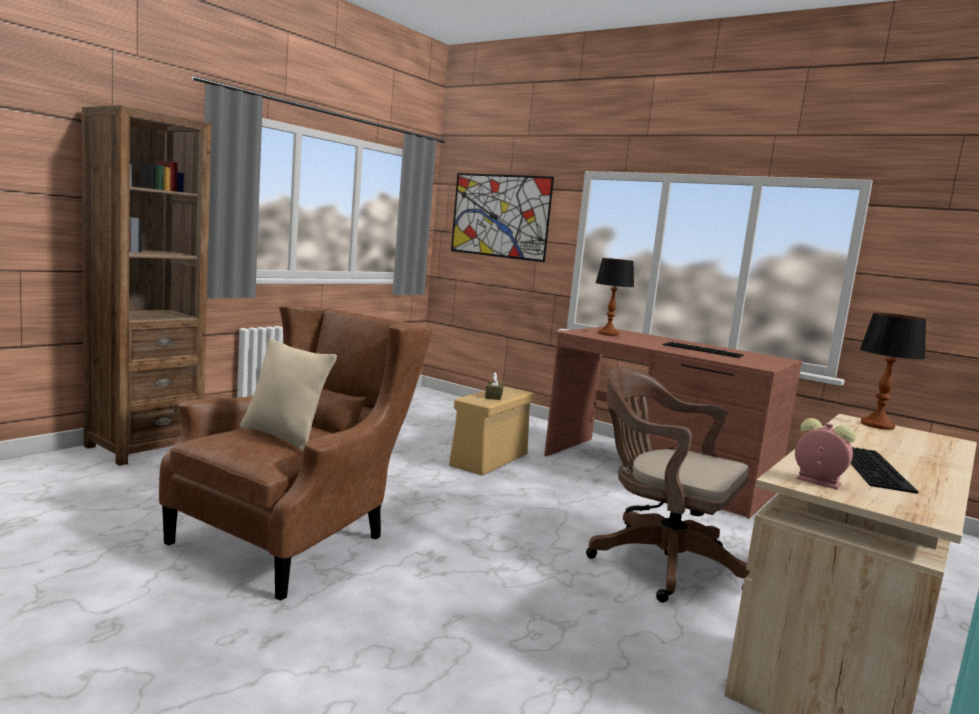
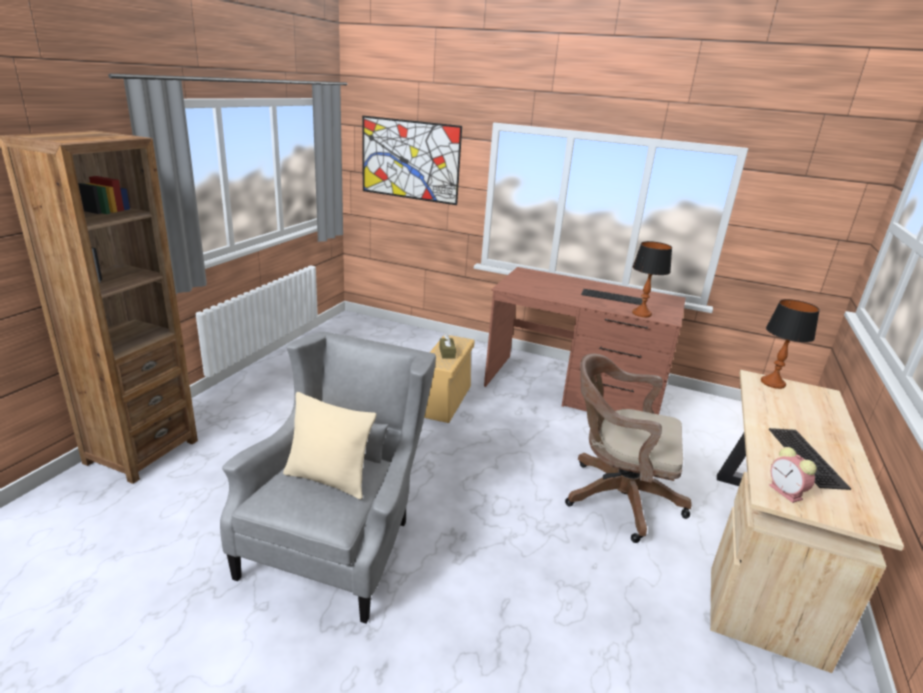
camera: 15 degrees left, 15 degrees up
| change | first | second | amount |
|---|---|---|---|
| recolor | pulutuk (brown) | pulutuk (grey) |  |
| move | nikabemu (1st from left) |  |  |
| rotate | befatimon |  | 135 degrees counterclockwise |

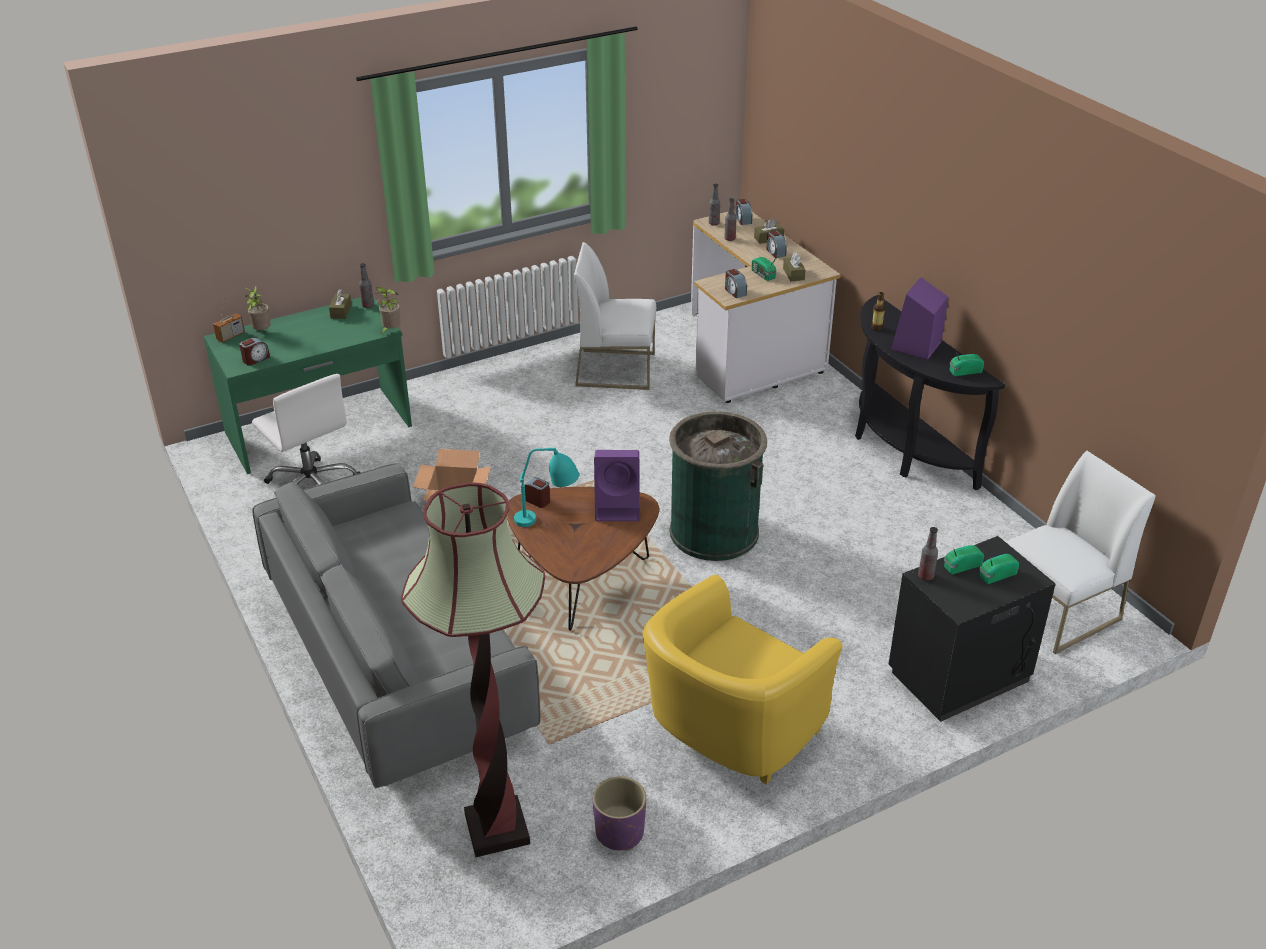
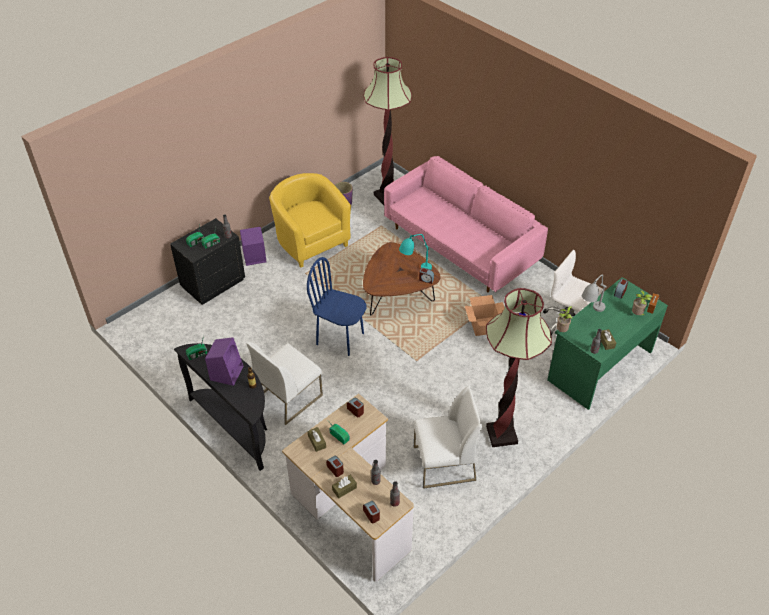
camera: 165 degrees right, 10 degrees up
| change | first | second | amount |
|---|---|---|---|
| move | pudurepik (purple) (1st from left in the first image) | pudurepik (purple) (2nd from left) |  |
| move | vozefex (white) (2nd from left in the first image) | vozefex (white) (1st from left) |  |
| rotate | pulutuk (yellow) |  | 60 degrees counterclockwise |
| replace | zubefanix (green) | vozefex (blue) |  |
| recolor | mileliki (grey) | mileliki (pink) |  |
| insert |  | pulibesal (2nd from left) |  |
| insert |  | nikabemu (grey) |  |

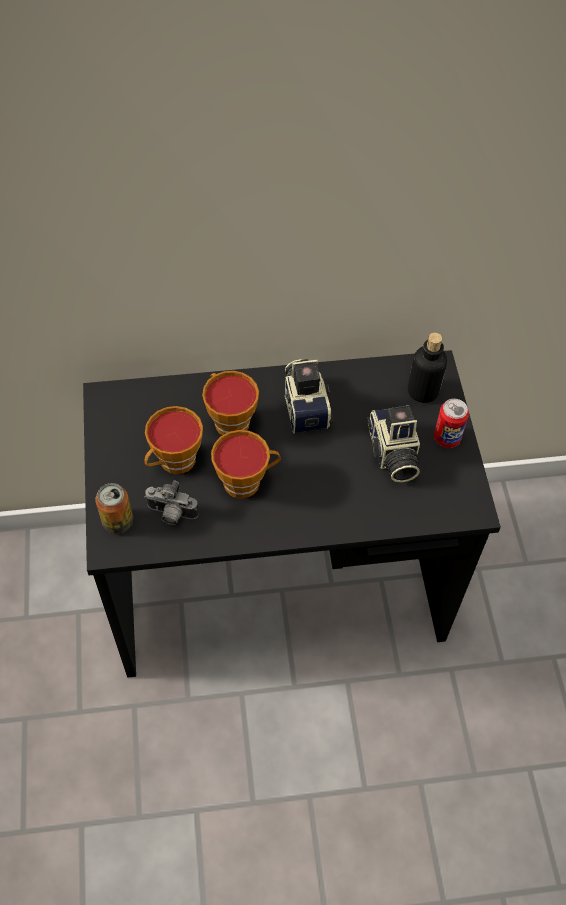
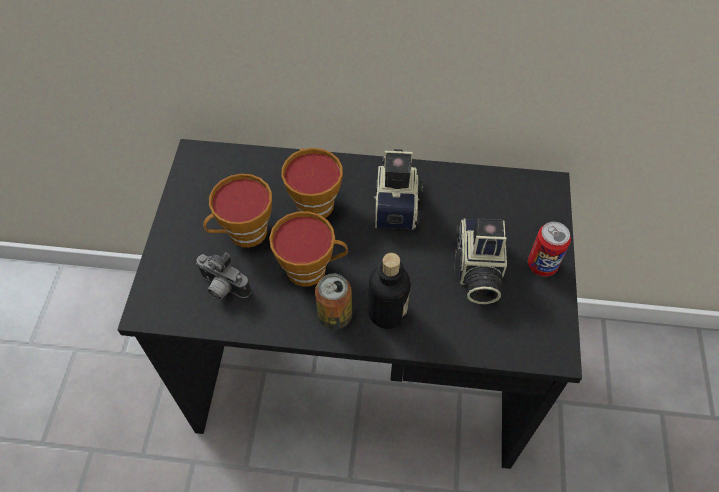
camera: 15 degrees right, 0 degrees up
| change | first | second | amount |
|---|---|---|---|
| move | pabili (1st from left) |  |  |
| move | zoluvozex |  |  |

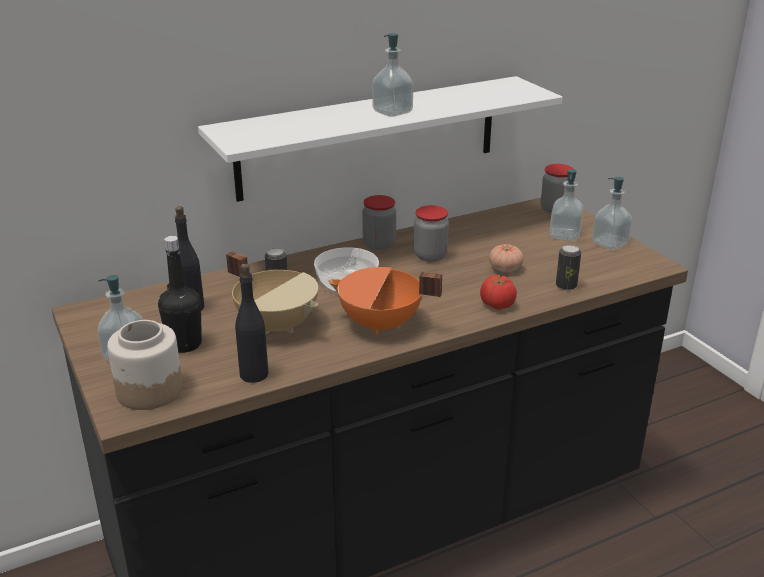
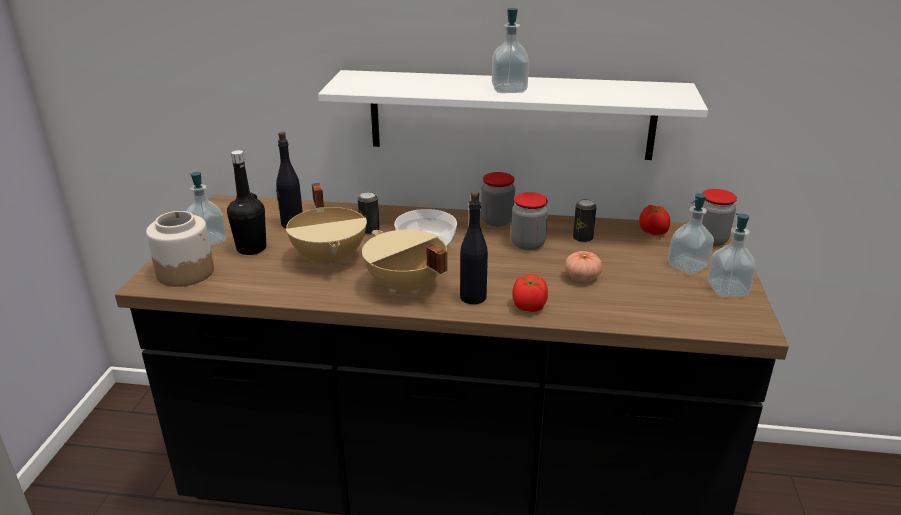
camera: 35 degrees right, 0 degrees up
| change | first | second | amount |
|---|---|---|---|
| recolor | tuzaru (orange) | tuzaru (beige) (2nd from left) |  |
| move | zoluvozex (black) (3rd from left) |  |  |
| move | pabili (2nd from left) |  |  |
| insert |  | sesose (3rd from left) |  |

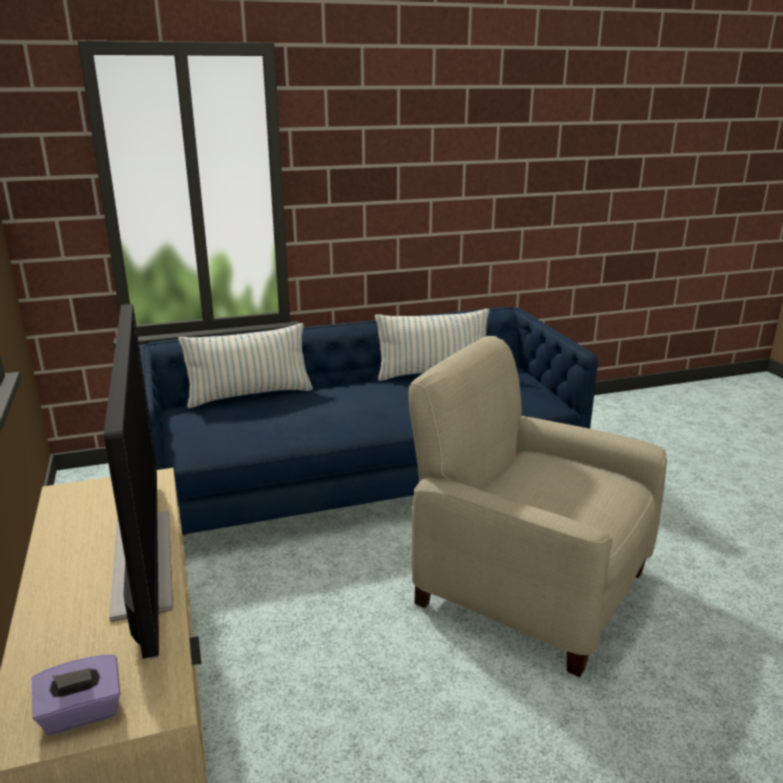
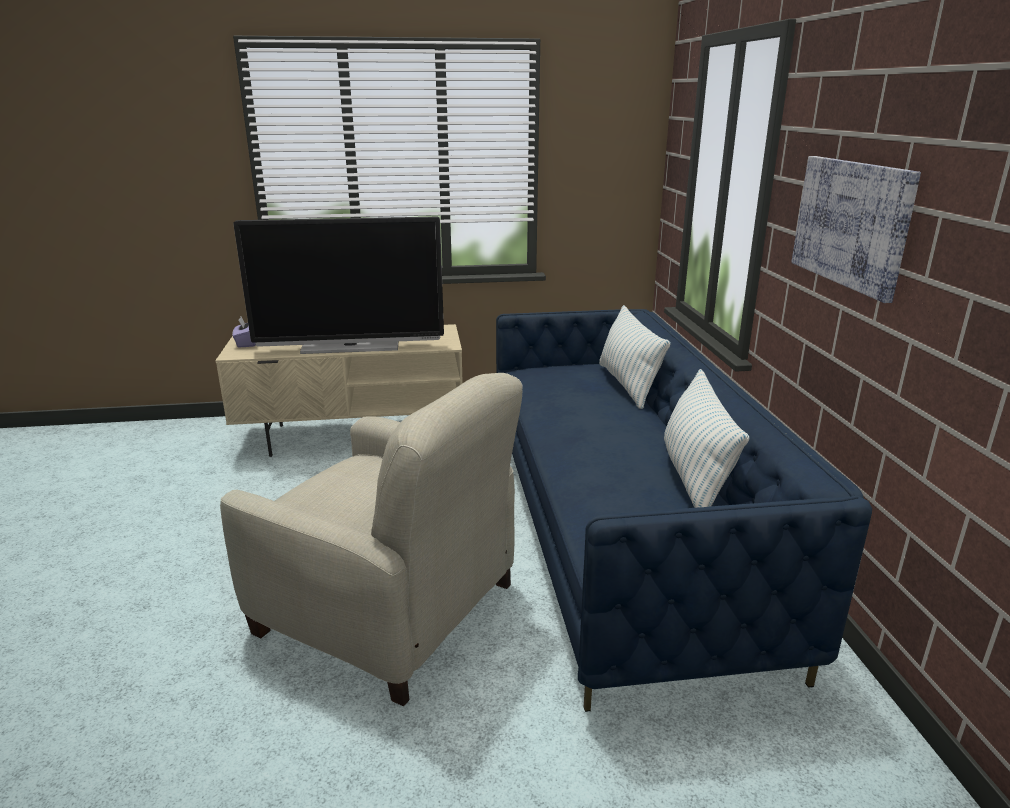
camera: 100 degrees right, 0 degrees up
| change | first | second | amount |
|---|---|---|---|
| rotate | pulutuk (beige) |  | 75 degrees clockwise |
| insert |  | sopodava |  |

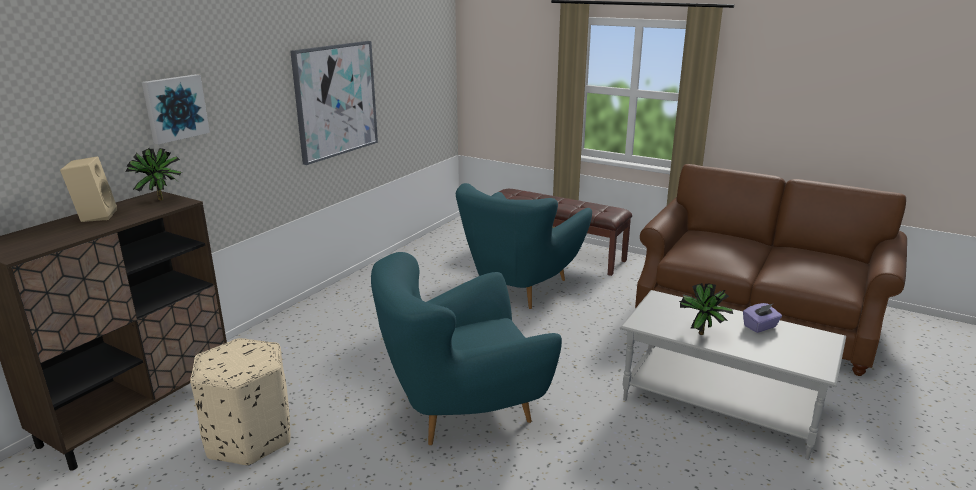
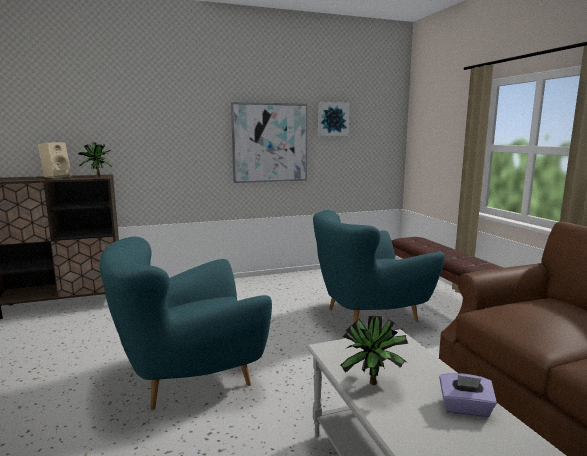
camera: 40 degrees right, 10 degrees down
| change | first | second | amount |
|---|---|---|---|
| rotate | pulutuk (turquoise) (1st from left) |  | 45 degrees counterclockwise |
| move | sopodava (1st from left in the first image) | sopodava (2nd from left) |  |
| delete | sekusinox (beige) |  |  |

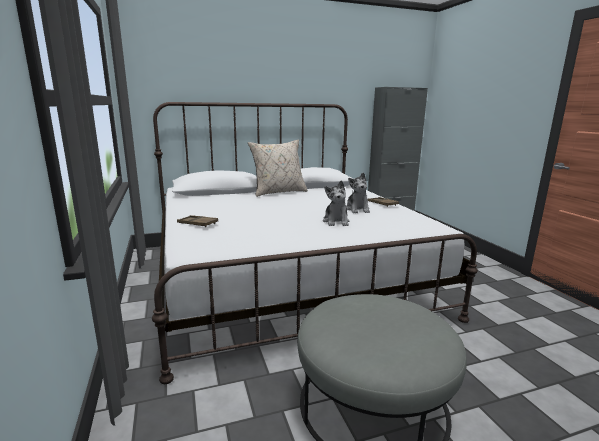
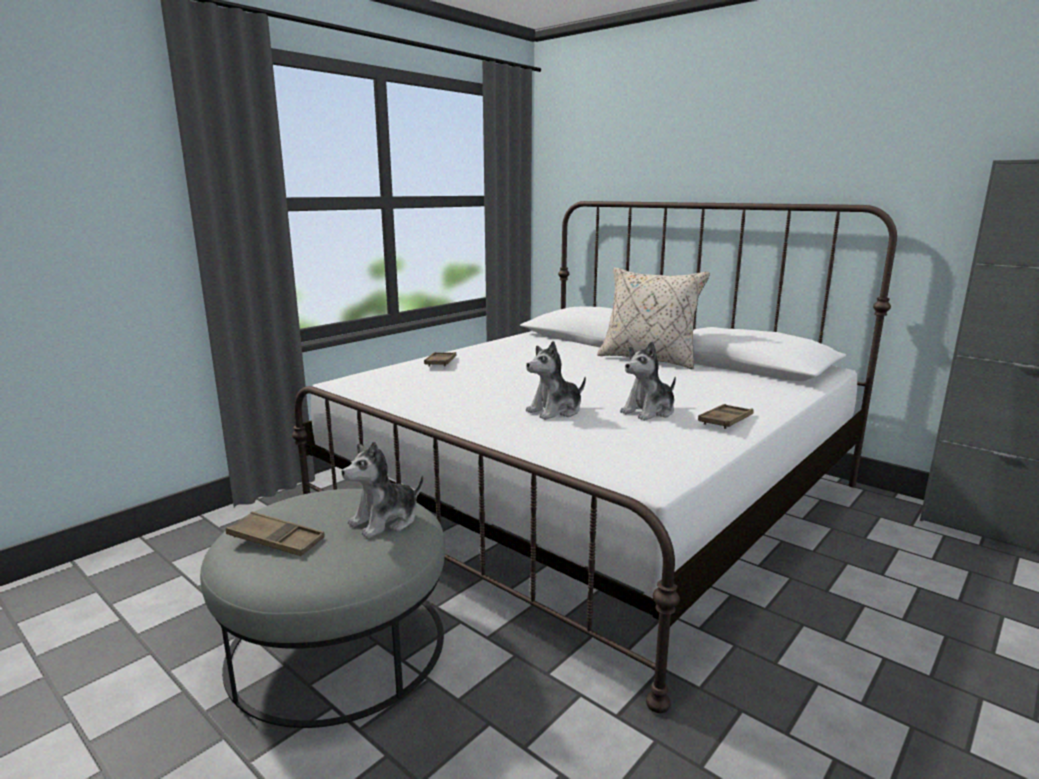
camera: 60 degrees right, 0 degrees up
| change | first | second | amount |
|---|---|---|---|
| insert |  | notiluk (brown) (1st from left) |  |
| insert |  | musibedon (1st from left) |  |

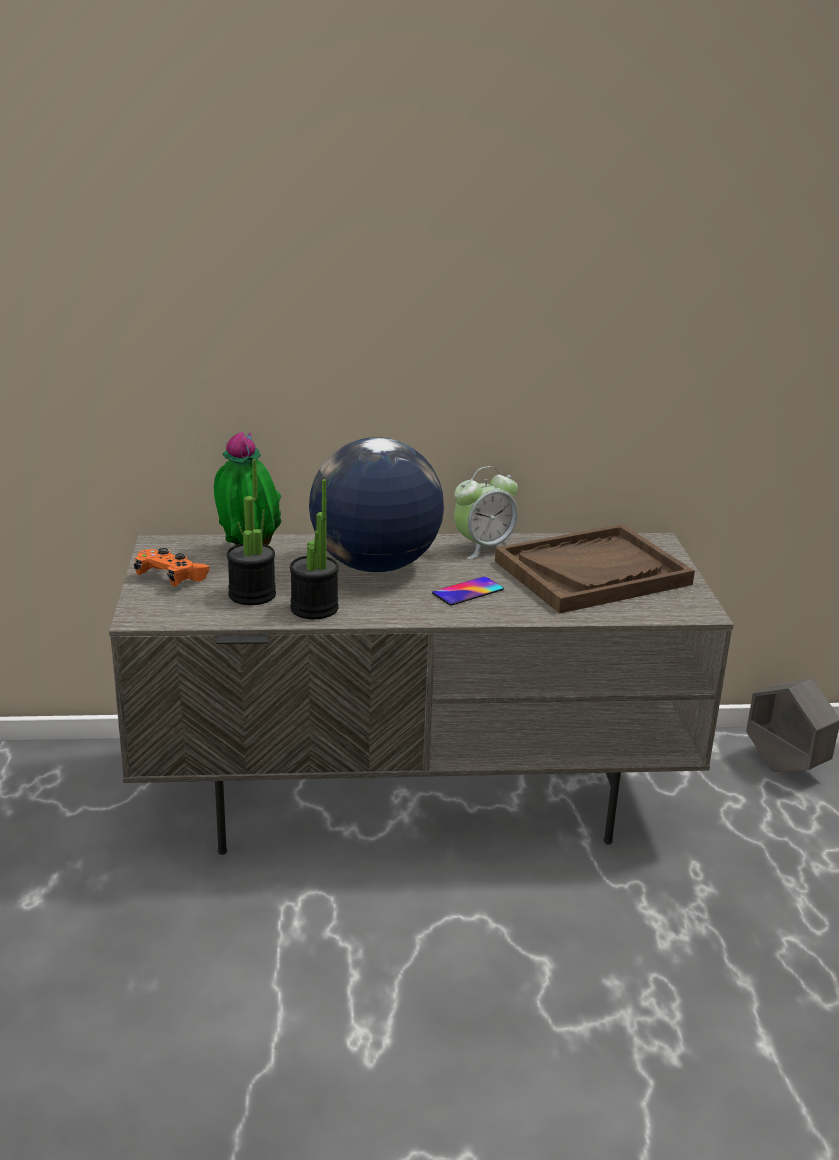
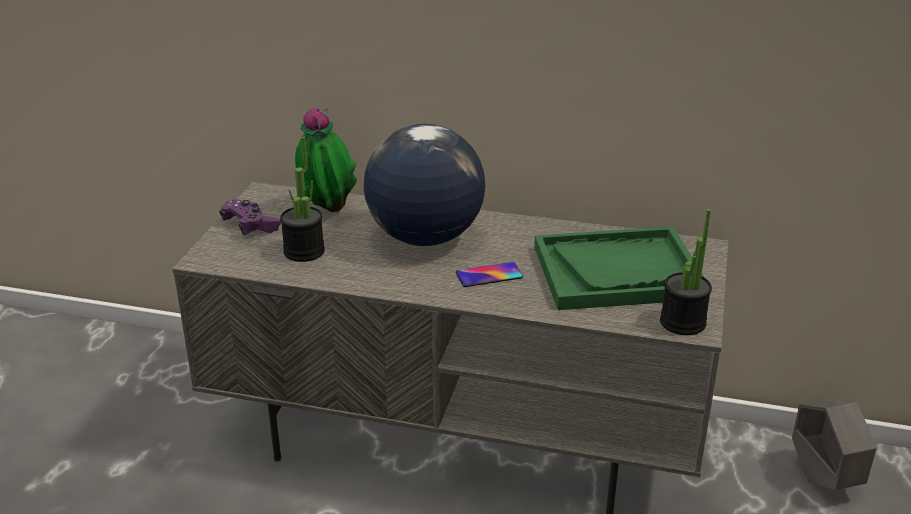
camera: 20 degrees right, 5 degrees up
| change | first | second | amount |
|---|---|---|---|
| recolor | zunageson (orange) | zunageson (purple) |  |
| recolor | notiluk (brown) | notiluk (green) |  |
| move | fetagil (3rd from left) |  |  |
| delete | befatimon |  |  |

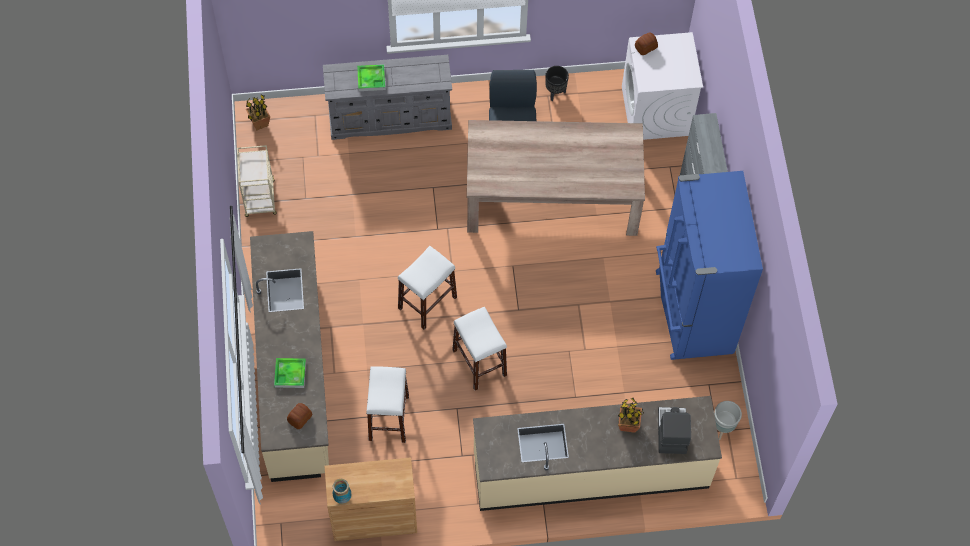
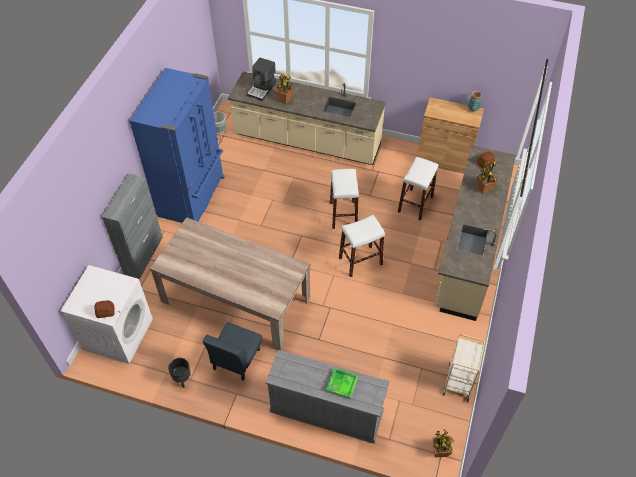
camera: 155 degrees left, 10 degrees down
| change | first | second | amount |
|---|---|---|---|
| replace | notiluk (1st from left) | fetagil (3rd from left) |  |

